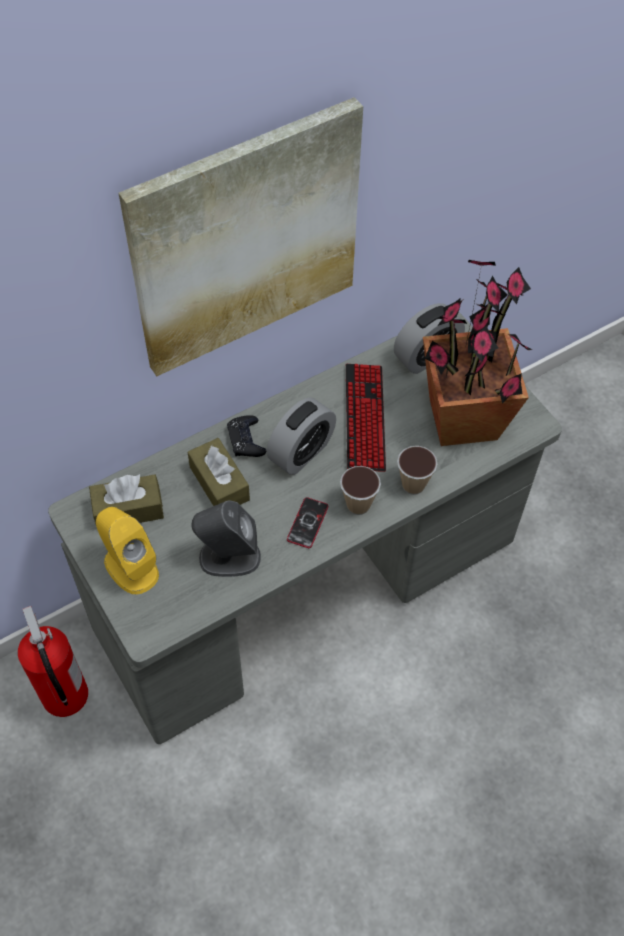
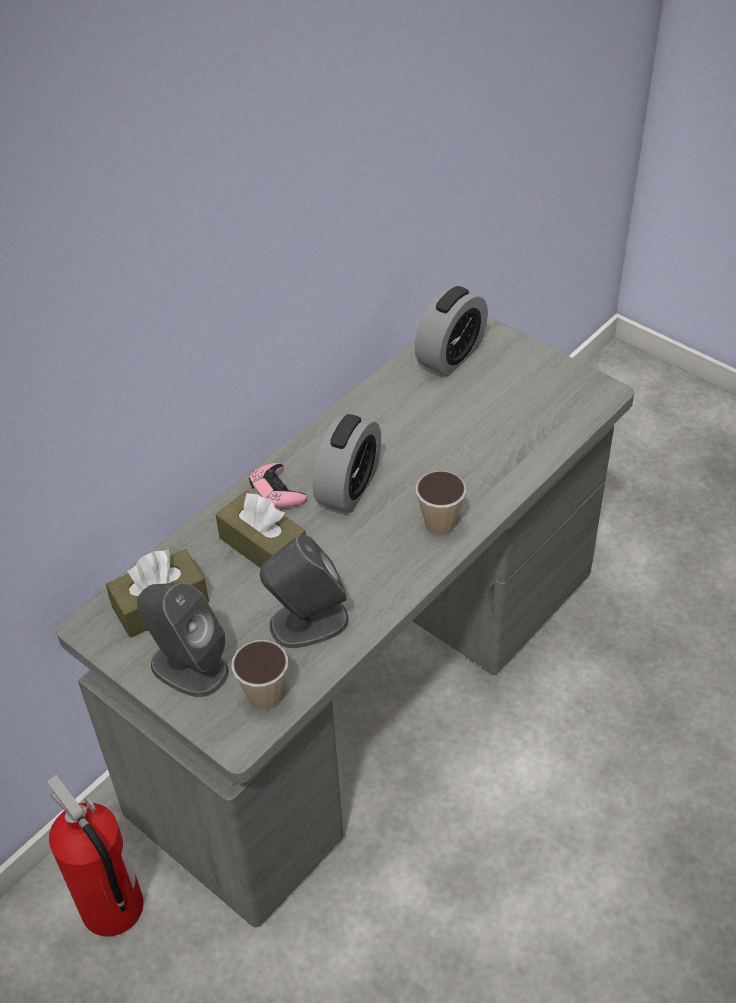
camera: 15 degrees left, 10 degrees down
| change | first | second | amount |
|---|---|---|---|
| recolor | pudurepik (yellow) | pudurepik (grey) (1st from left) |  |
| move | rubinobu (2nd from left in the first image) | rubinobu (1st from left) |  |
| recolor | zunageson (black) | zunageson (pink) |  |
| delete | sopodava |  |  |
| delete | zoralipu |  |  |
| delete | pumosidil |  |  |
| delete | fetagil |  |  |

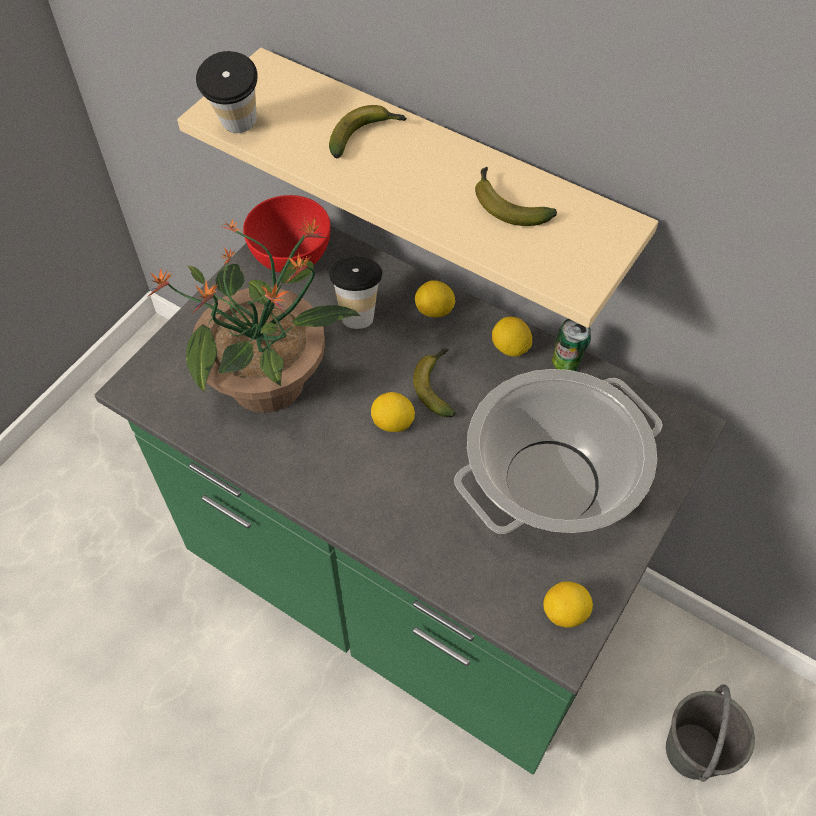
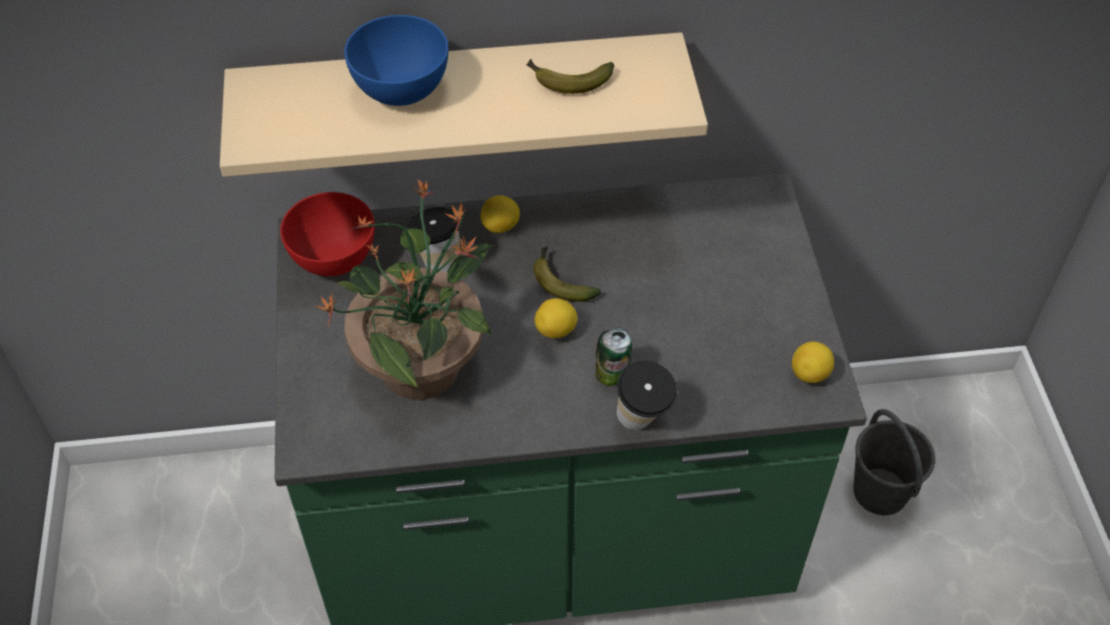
camera: 40 degrees left, 5 degrees down
| change | first | second | amount |
|---|---|---|---|
| replace | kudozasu (1st from left) | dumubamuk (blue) |  |
| move | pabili |  |  |
| move | rubinobu (1st from left in the first image) | rubinobu (2nd from left) |  |
| delete | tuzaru |  |  |
| delete | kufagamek (3rd from left) |  |  |

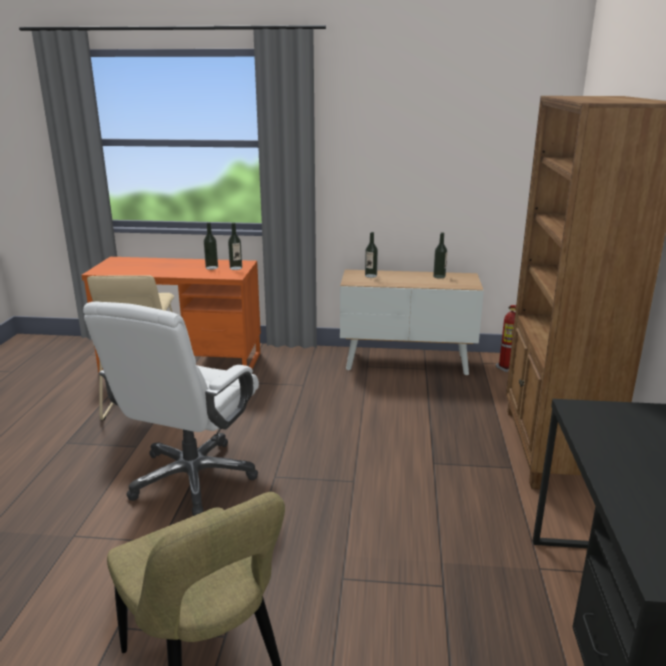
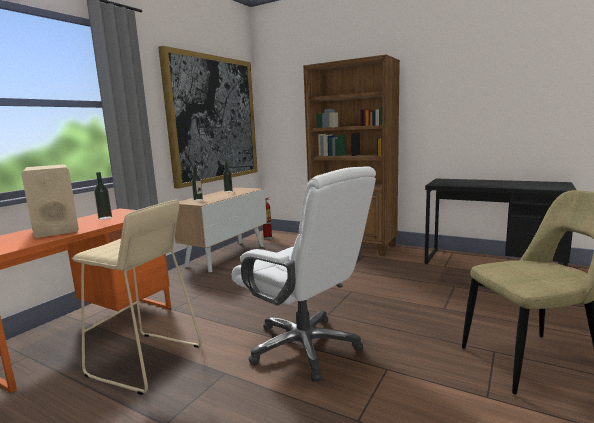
camera: 65 degrees left, 10 degrees down
| change | first | second | amount |
|---|---|---|---|
| insert |  | pudurepik (beige) |  |
| insert |  | sopodava |  |
| delete | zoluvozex (2nd from left) |  |  |

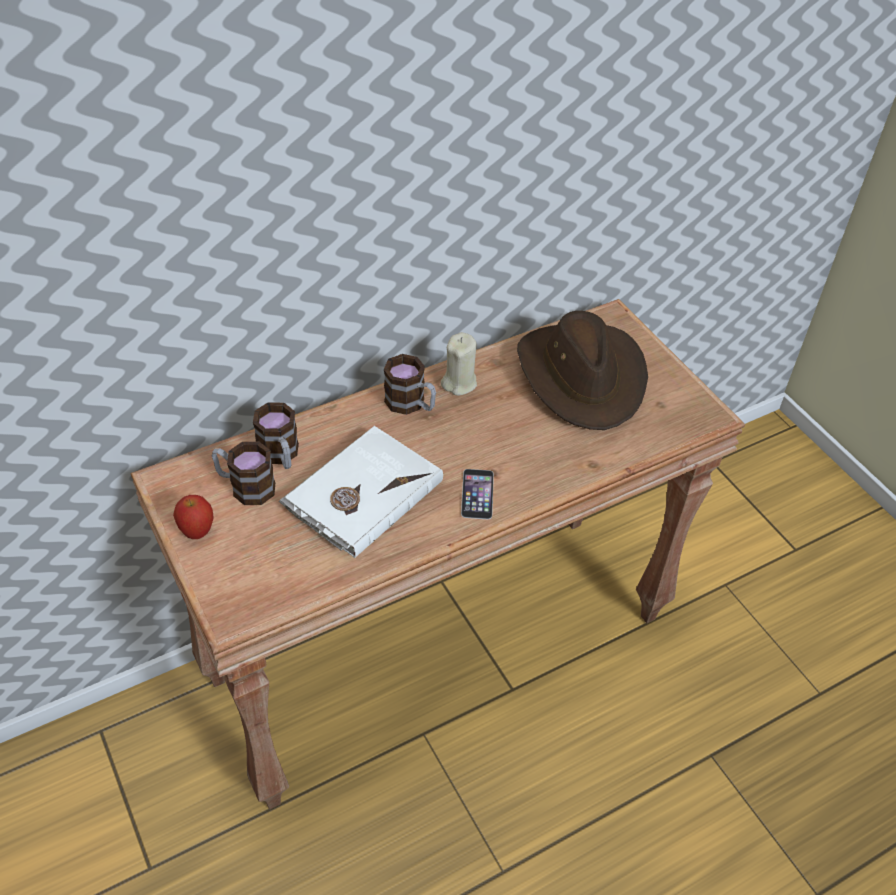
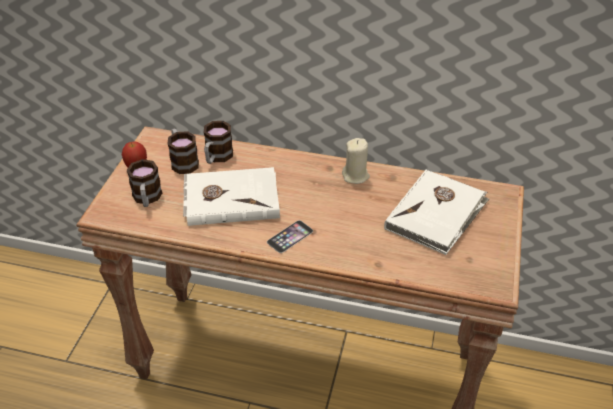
camera: 45 degrees right, 5 degrees down
| change | first | second | amount |
|---|---|---|---|
| move | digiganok (3rd from left in the first image) | digiganok (1st from left) |  |
| replace | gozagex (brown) | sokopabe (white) (2nd from left) |  |

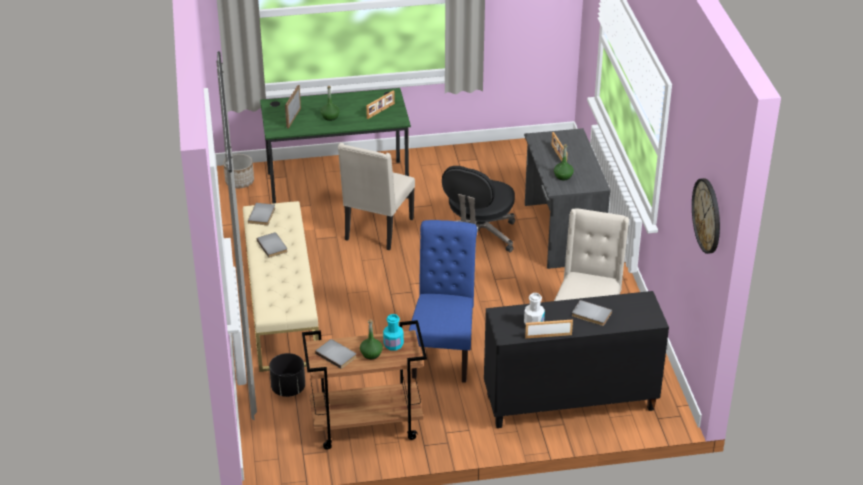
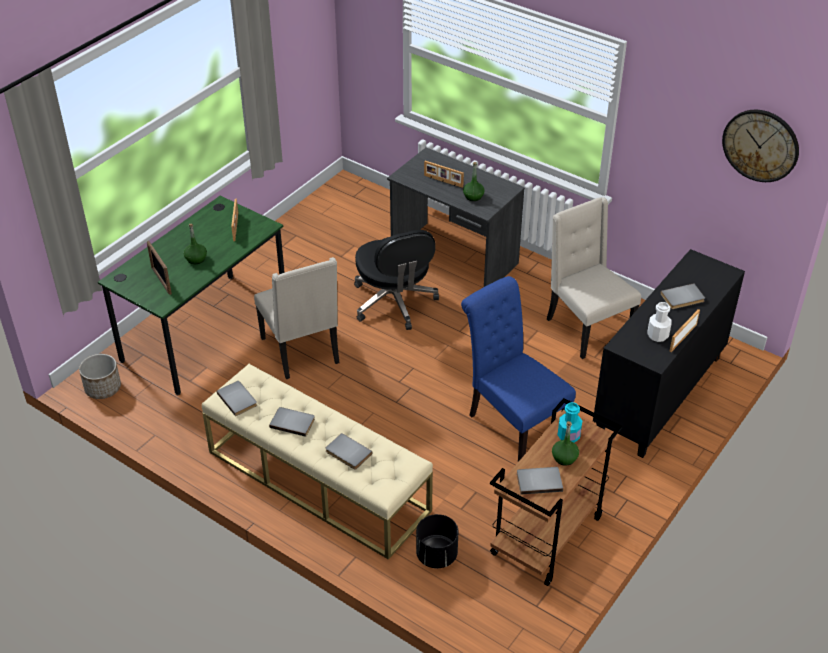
camera: 45 degrees left, 5 degrees up
| change | first | second | amount |
|---|---|---|---|
| insert |  | sokopabe (grey) (3rd from left) |  |

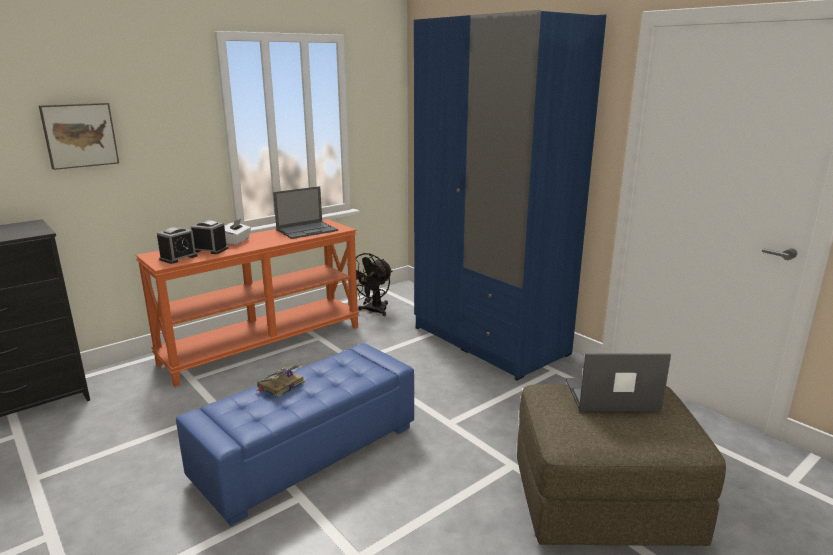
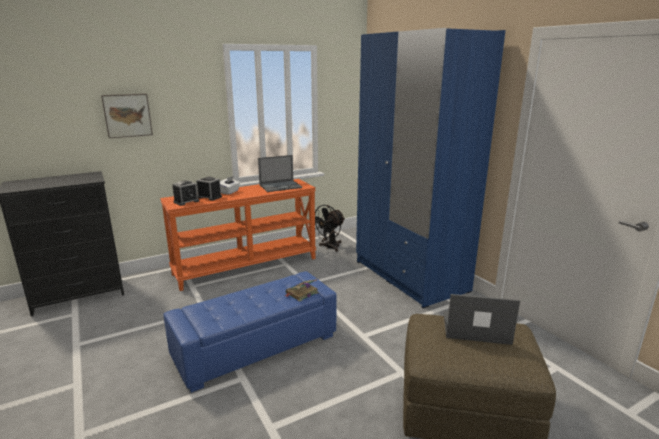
camera: 10 degrees right, 0 degrees up
| change | first | second | amount |
|---|---|---|---|
| move | sokopabe |  |  |

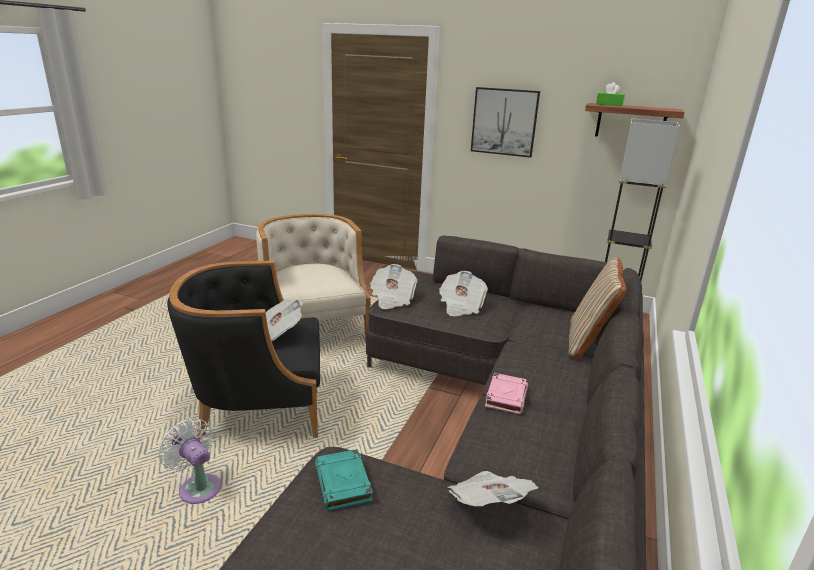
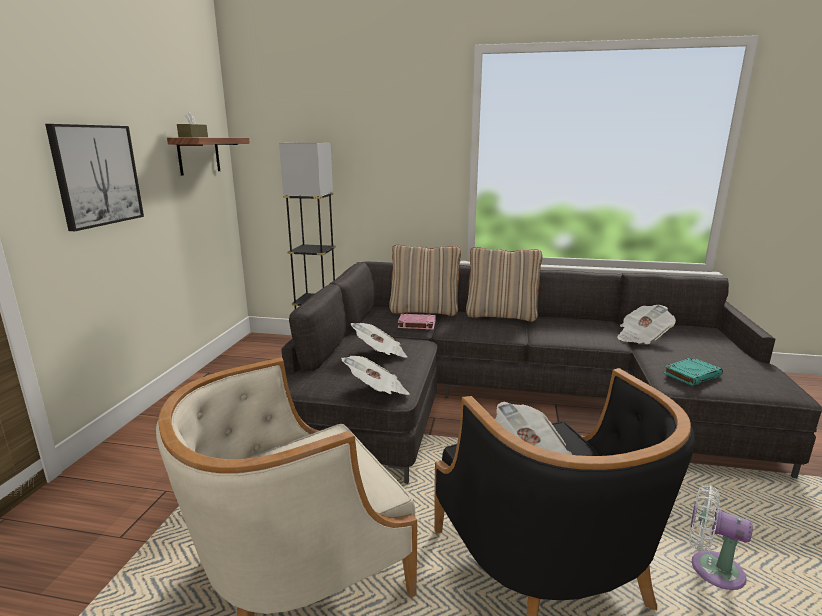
camera: 100 degrees left, 5 degrees down
| change | first | second | amount |
|---|---|---|---|
| recolor | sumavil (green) | sumavil (brown) |  |
| move | sokopabe (pink) |  |  |
| insert |  | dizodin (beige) (2nd from left) |  |
| rotate | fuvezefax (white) |  | 90 degrees clockwise |

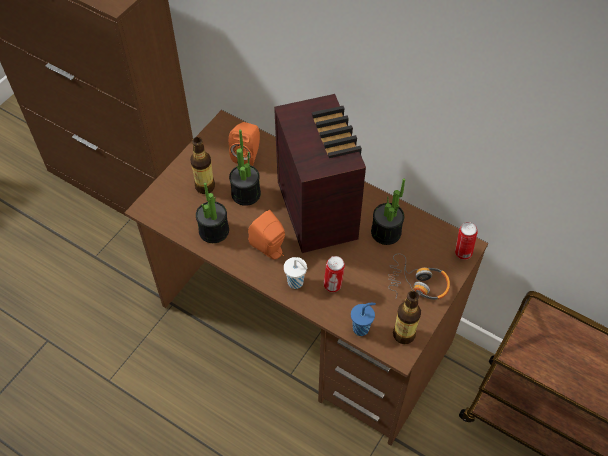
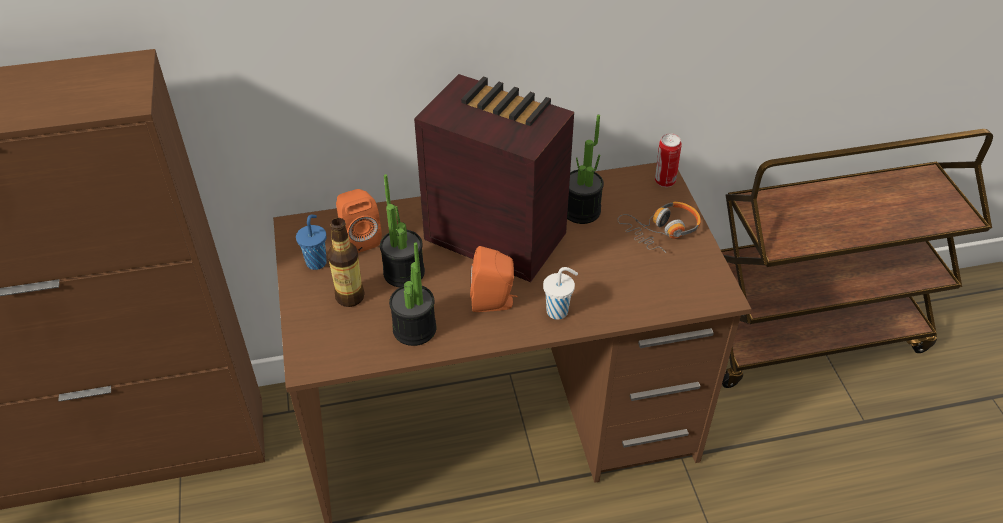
camera: 45 degrees left, 10 degrees down
| change | first | second | amount |
|---|---|---|---|
| move | rubinobu (blue) |  |  |
| delete | pabili (1st from left) |  |  |
| delete | zoluvozex (2nd from left) |  |  |

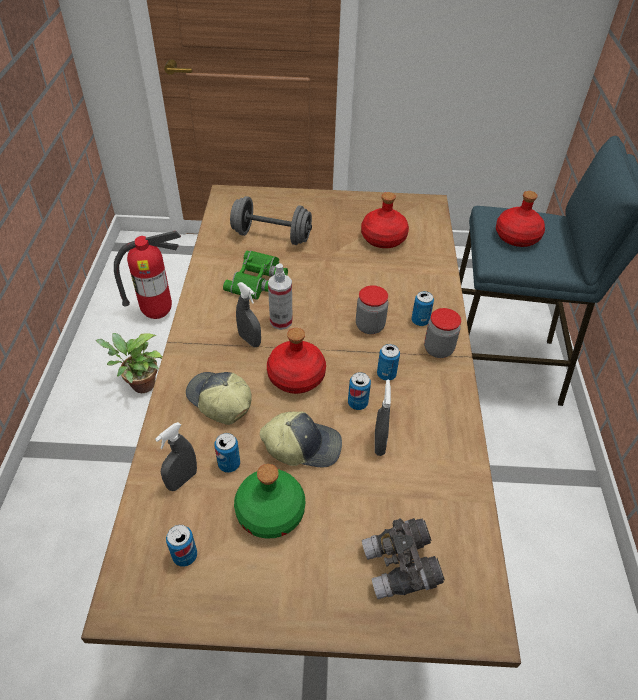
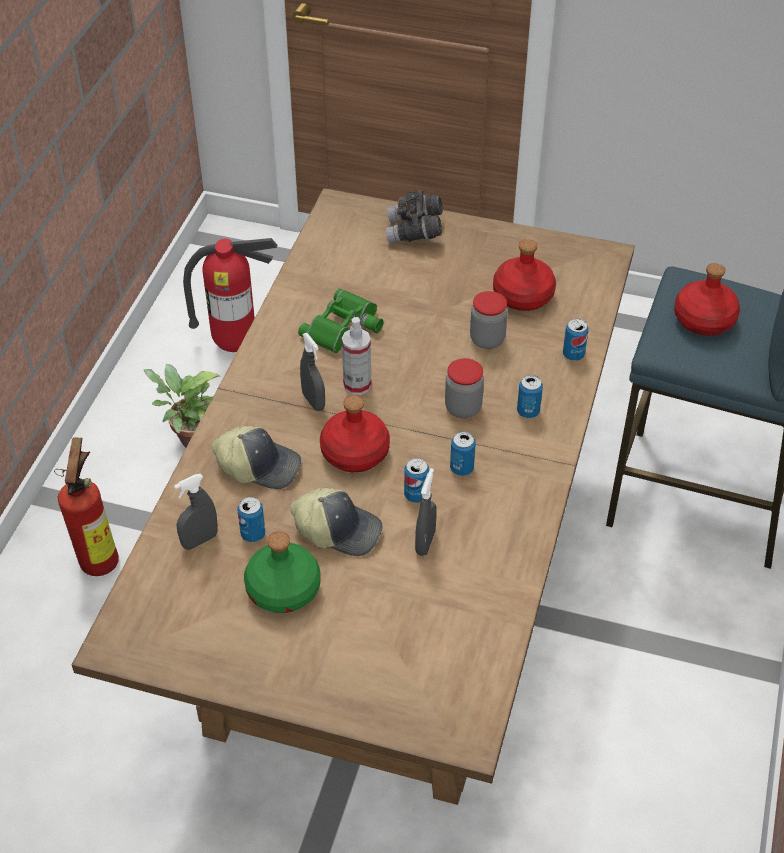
camera: 15 degrees right, 0 degrees up
| change | first | second | amount |
|---|---|---|---|
| insert |  | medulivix (1st from left) |  |
| rotate | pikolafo (1st from left) |  | 135 degrees clockwise |
| move | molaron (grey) |  |  |
| move | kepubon (2nd from left) |  |  |
| move | pabili (1st from left in the first image) | pabili (5th from left) |  |
| delete | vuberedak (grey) |  |  |

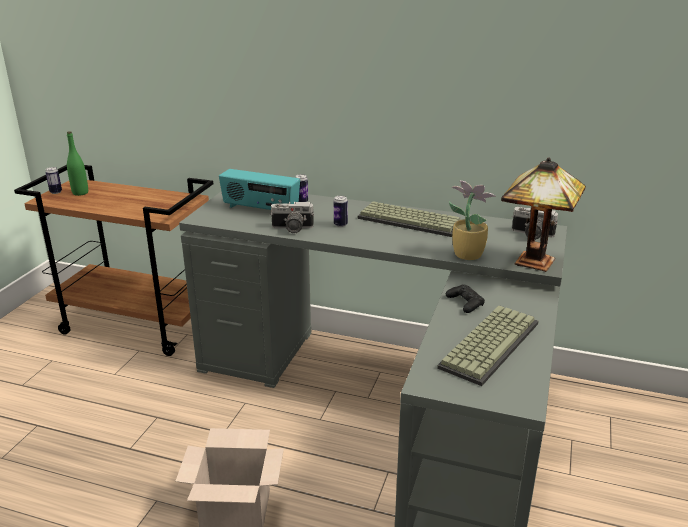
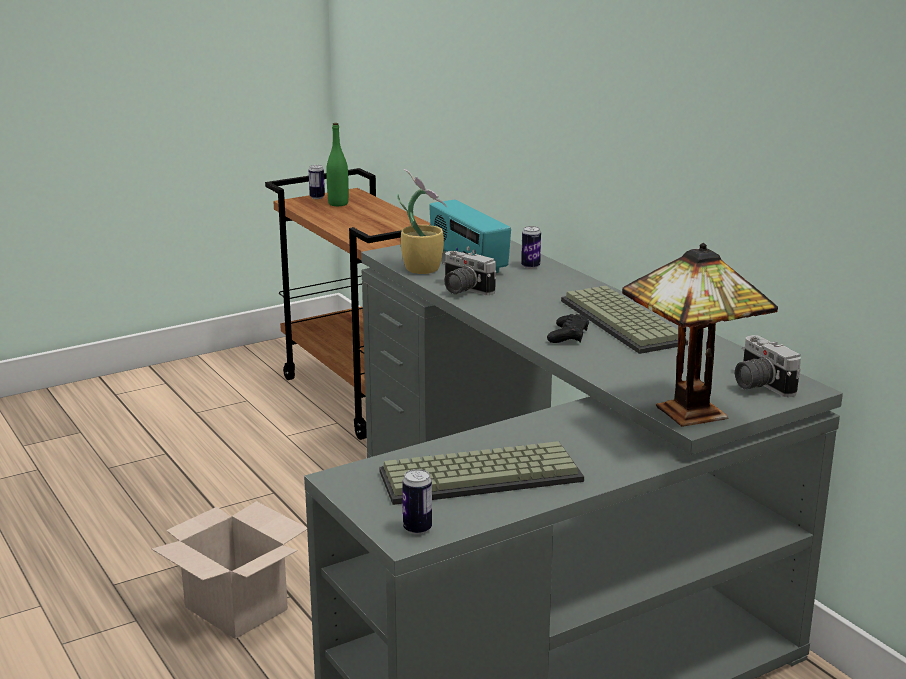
camera: 40 degrees right, 5 degrees down
| change | first | second | amount |
|---|---|---|---|
| move | fetagil |  |  |
| move | pabili (3rd from left in the first image) | pabili (2nd from left) |  |
| move | zunageson (black) |  |  |

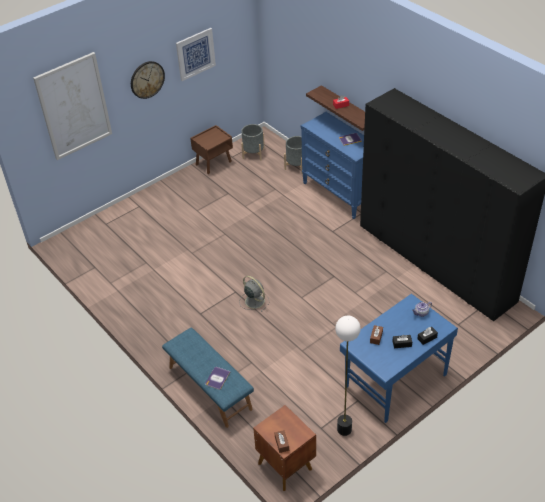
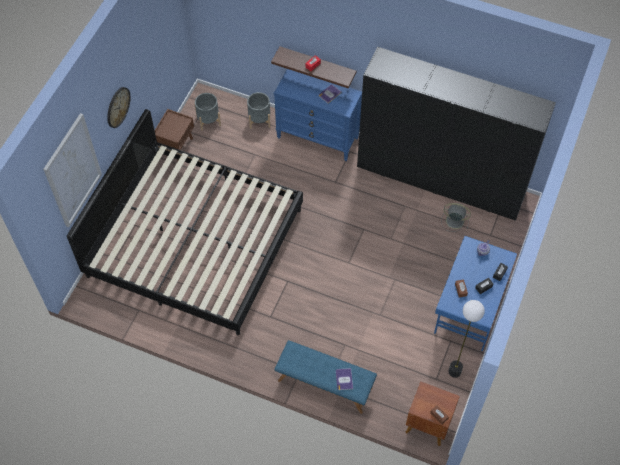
camera: 30 degrees left, 15 degrees up
| change | first | second | amount |
|---|---|---|---|
| insert |  | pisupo |  |
| move | fuvezefax (grey) |  |  |
| delete | sopodava (2nd from left) |  |  |

